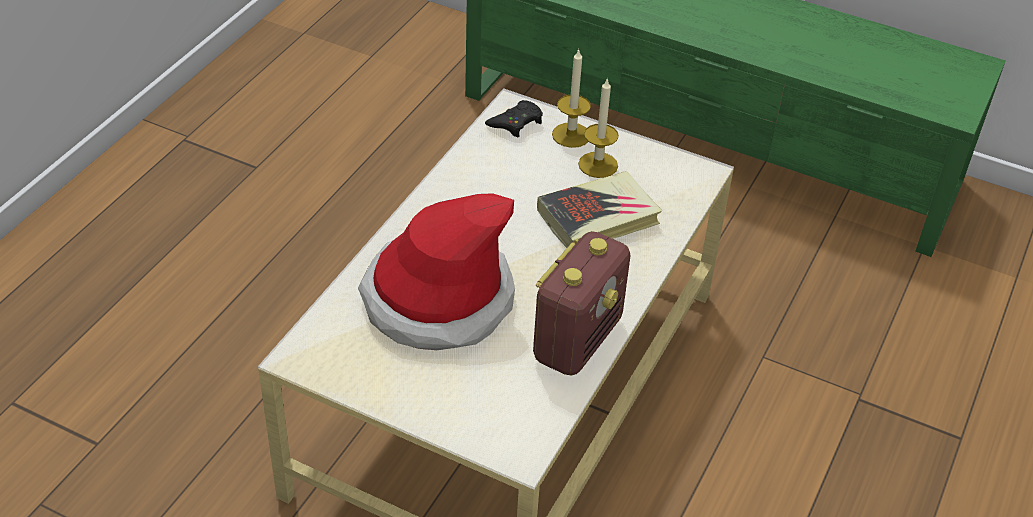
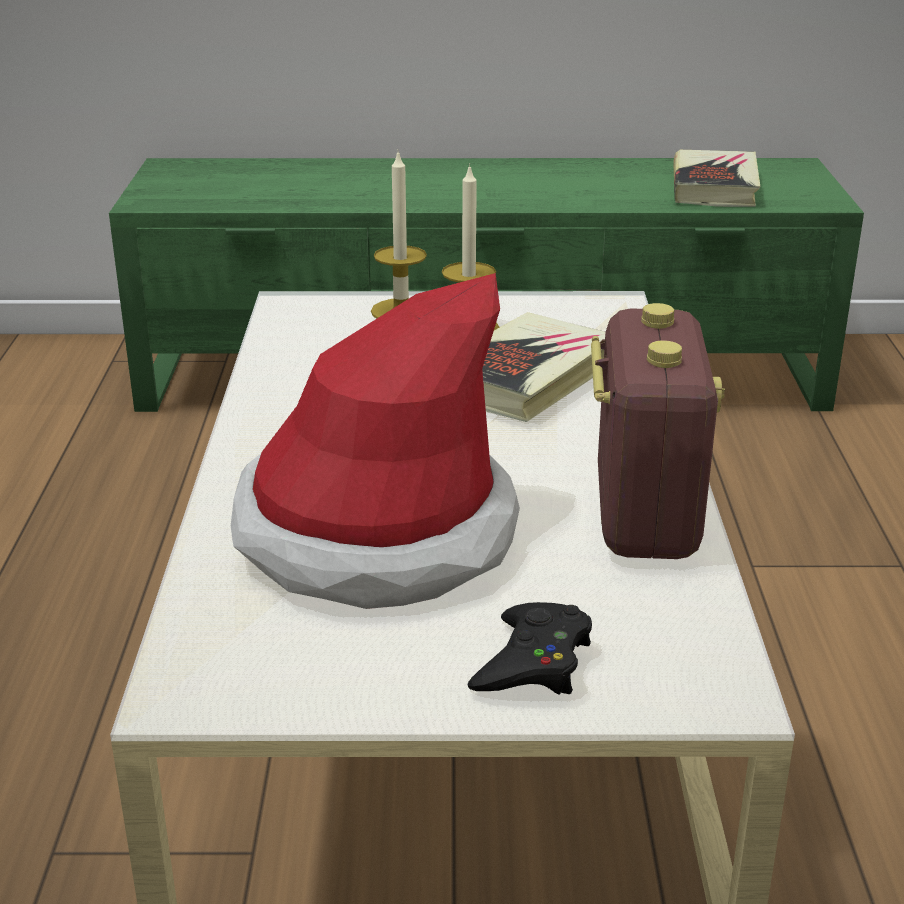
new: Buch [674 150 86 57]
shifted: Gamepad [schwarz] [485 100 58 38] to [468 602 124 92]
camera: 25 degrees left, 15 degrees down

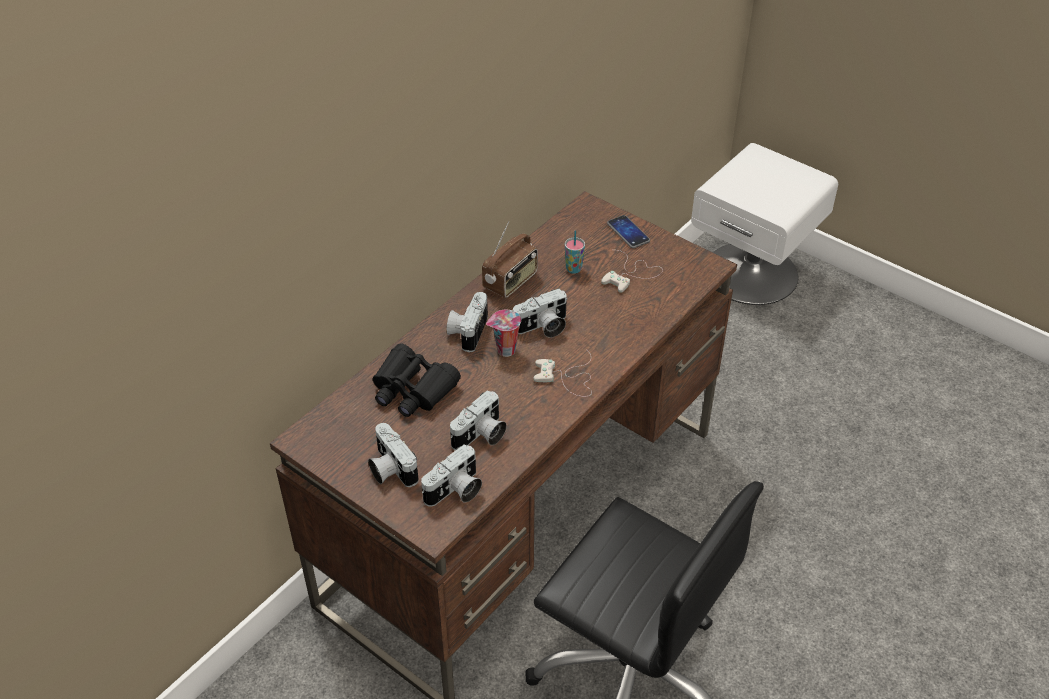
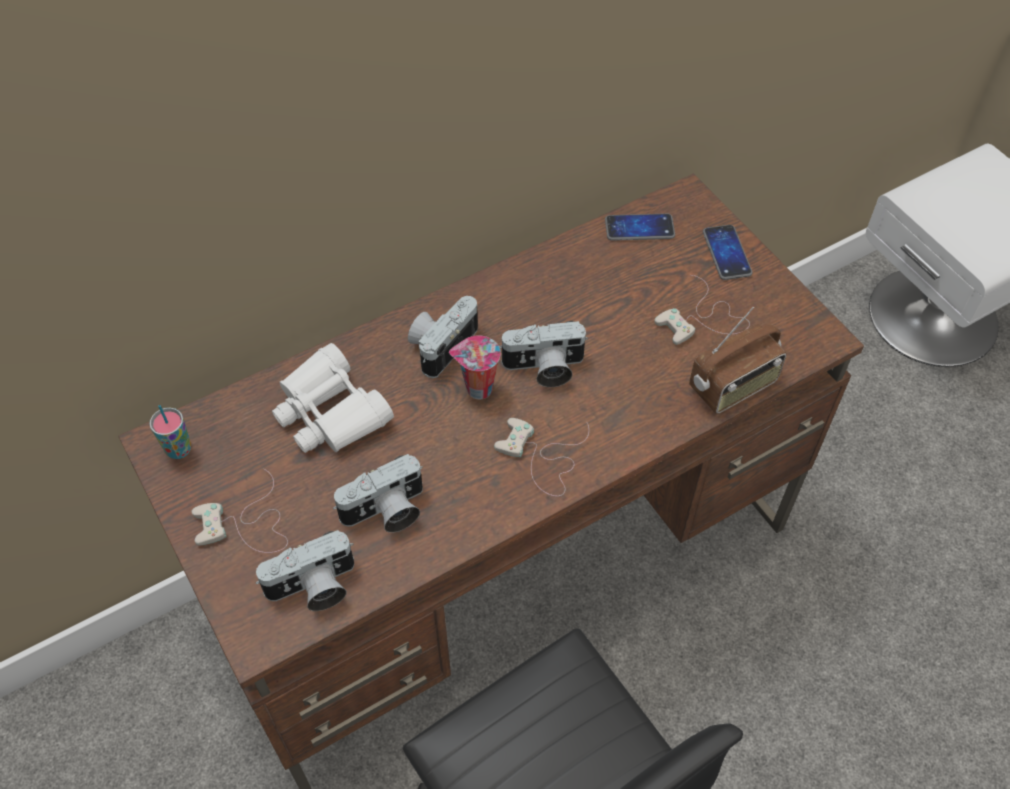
new: Handy [605 214 70 27]
shifted: Radio [482 221 56 77] to [689 307 98 107]; Tasse [565 230 20 44] to [150 405 41 54]
swapped: Kamera [368 423 51 64] to Gamepad [weiß] [192 469 96 84]
repainted: Fernglas [schwarz] [373 344 88 73] to Fernglas [weiß] [272 343 122 110]
camera: 20 degrees right, 10 degrees up

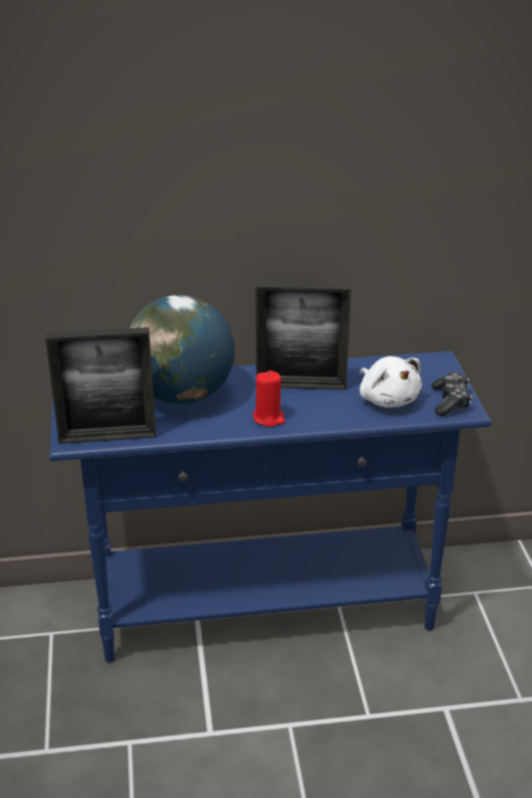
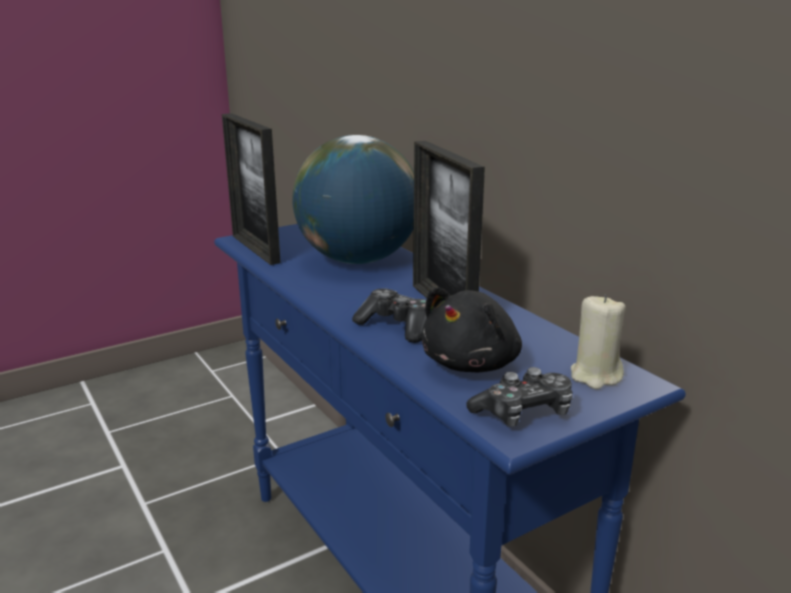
gone: Kerze [rot] [254 370 31 57]
new: Gamepad [352 288 75 55]; Kerze [beige] [571 295 55 94]
repainted: Plüschtier [weiß] [360 356 62 52] to Plüschtier [schwarz] [421 287 101 85]
camera: 65 degrees right, 10 degrees down

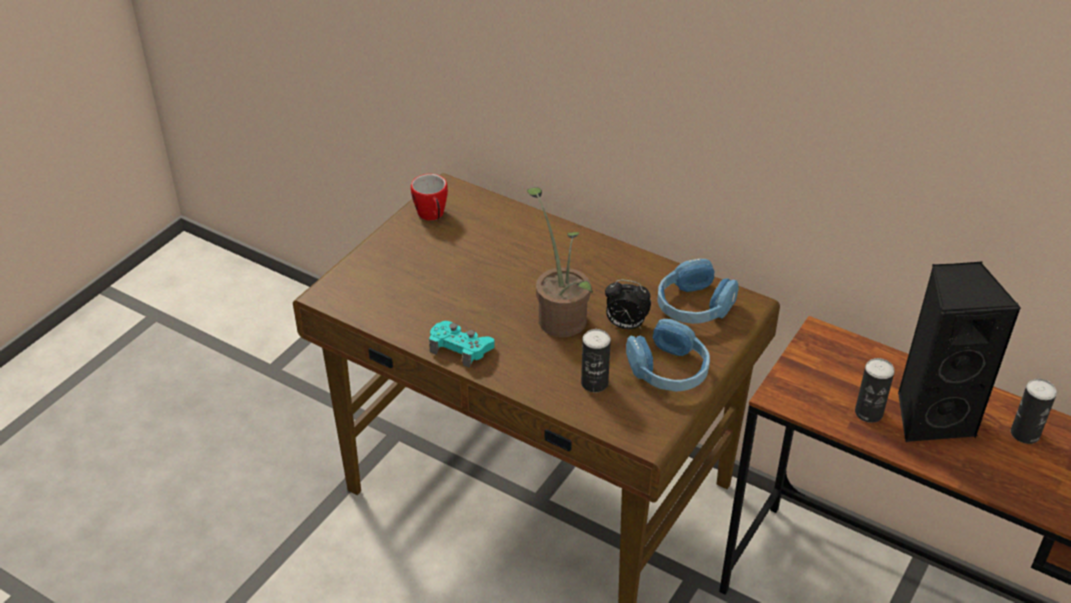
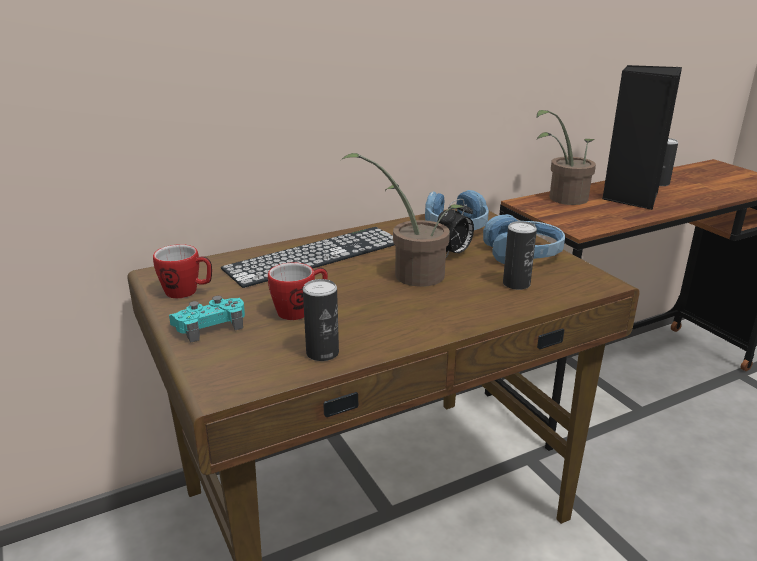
new: Topfpflanze [537 110 59 95]; Tastatur [221 227 174 61]; Henkelbecher [268 263 60 57]
shifted: Gamepad [türkis] [429 321 66 47] to [169 296 76 47]; Dose [855 358 40 65] to [303 279 36 82]
camera: 60 degrees left, 15 degrees down

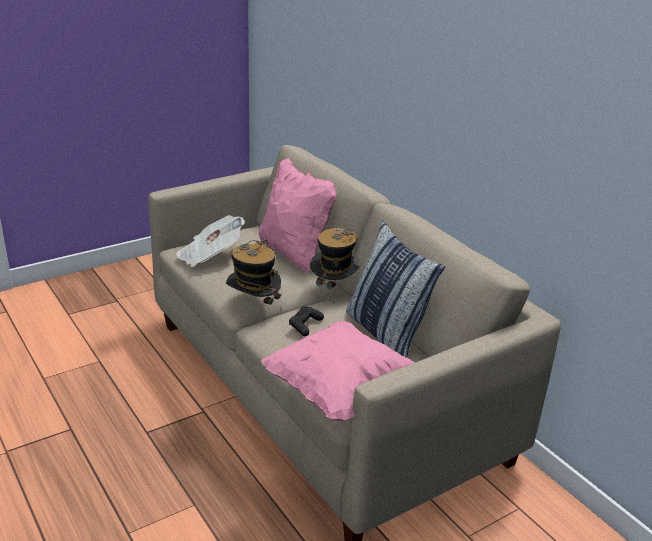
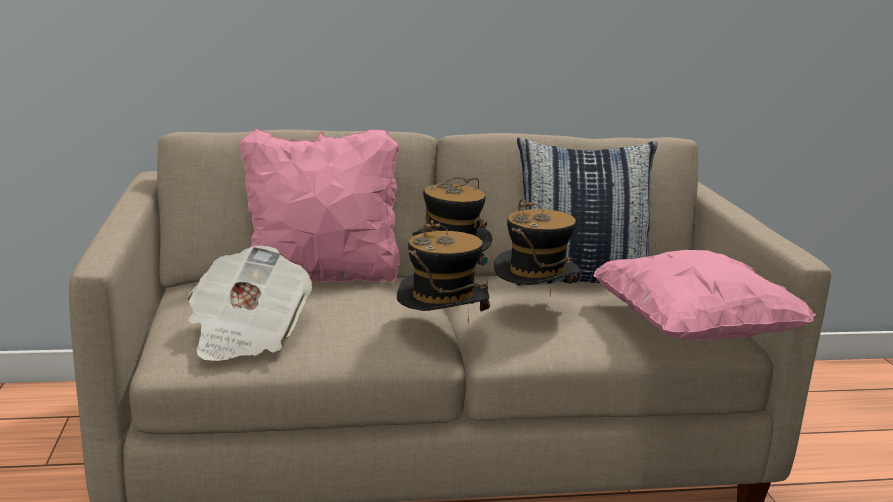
swapped: Gamepad [schwarz] [289 306 35 30] to Hut [494 199 88 97]
camera: 65 degrees left, 10 degrees down

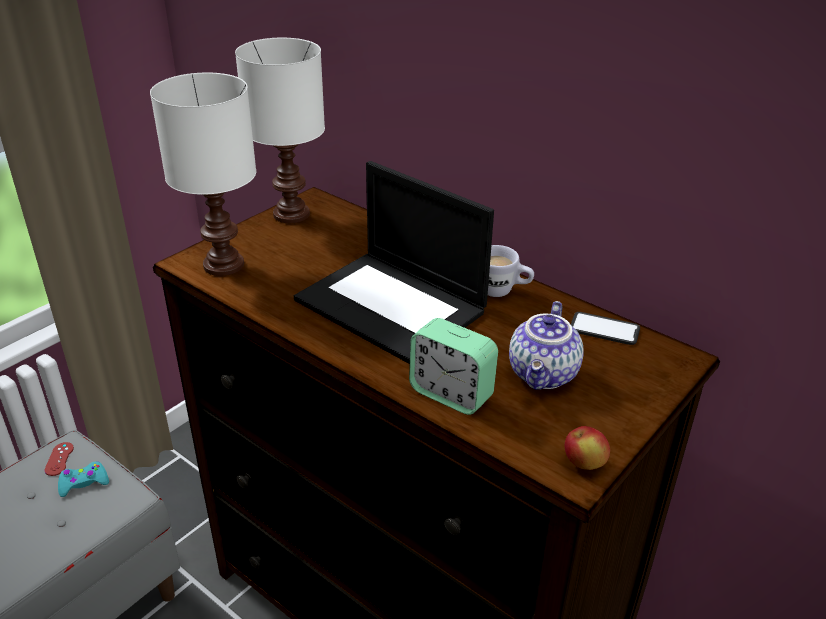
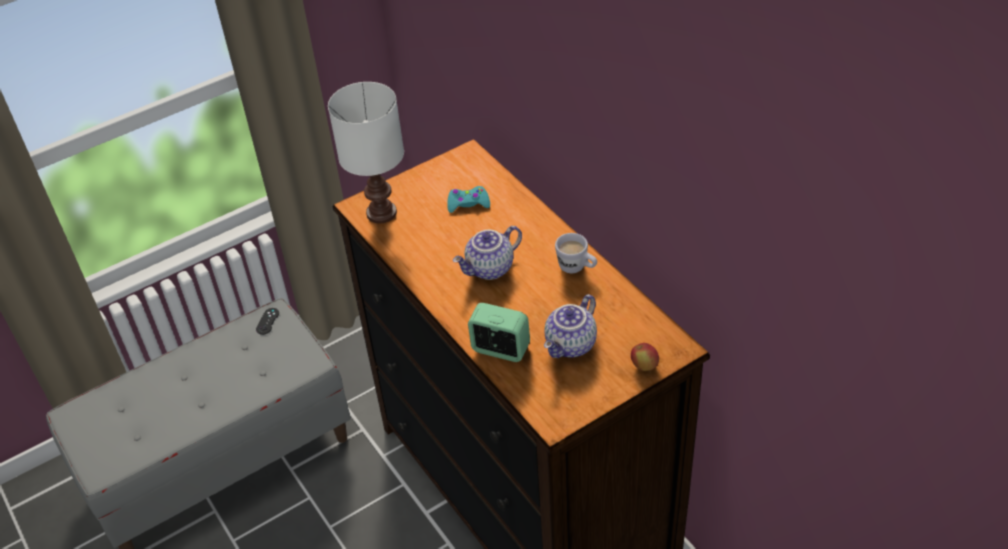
gone: Tischlampe [weiß] [235 38 90 185]; Handy [571 312 69 33]
shifted: Apfel [564 426 46 44] to [631 343 28 28]; Gamepad [türkis] [58 461 51 36] to [447 186 43 27]
swapped: Laptop [294 161 200 203] to Teekanne [453 226 69 54]
repainted: Gamepad [rot] [44 442 30 34] to Gamepad [schwarz] [256 308 23 27]
rotated: Wecker [409 318 89 97] = [468 303 62 59] 150 degrees clockwise
camera: 20 degrees right, 10 degrees up

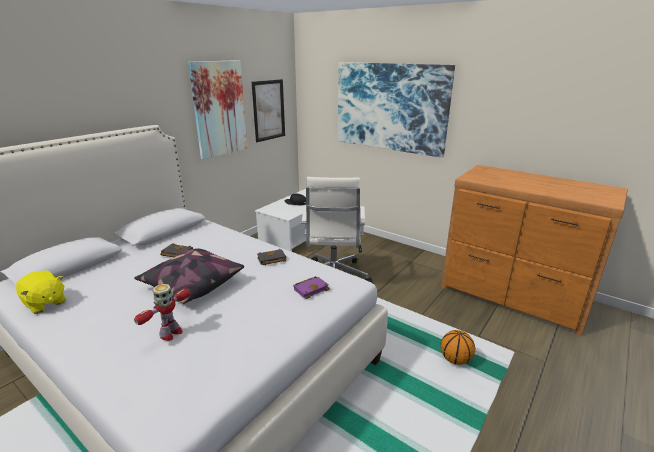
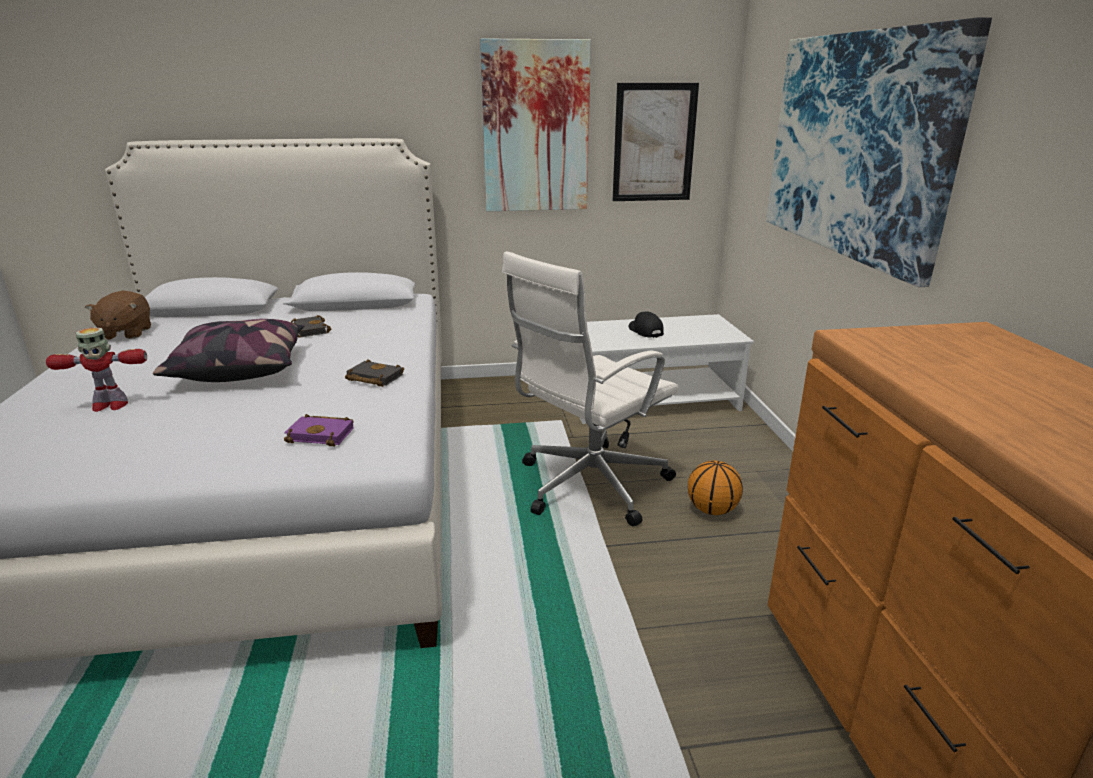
shifted: Basketball [440 330 35 35] to [688 460 55 55]
repainted: Plüschtier [gelb] [16 271 50 43] to Plüschtier [braun] [85 291 66 49]
camera: 45 degrees right, 0 degrees up

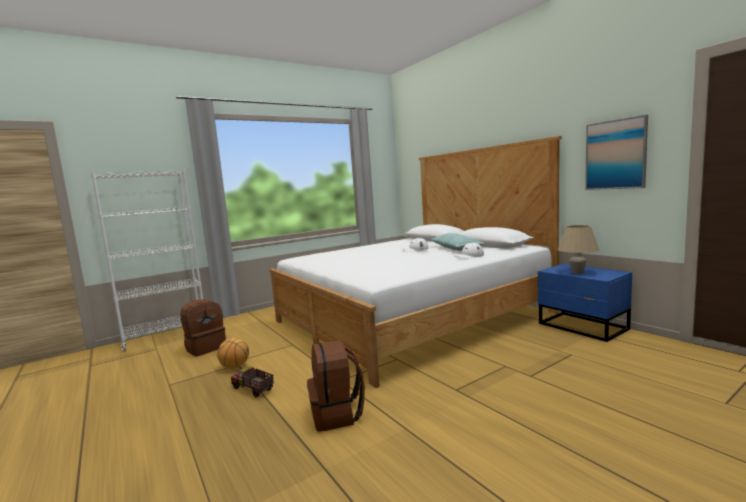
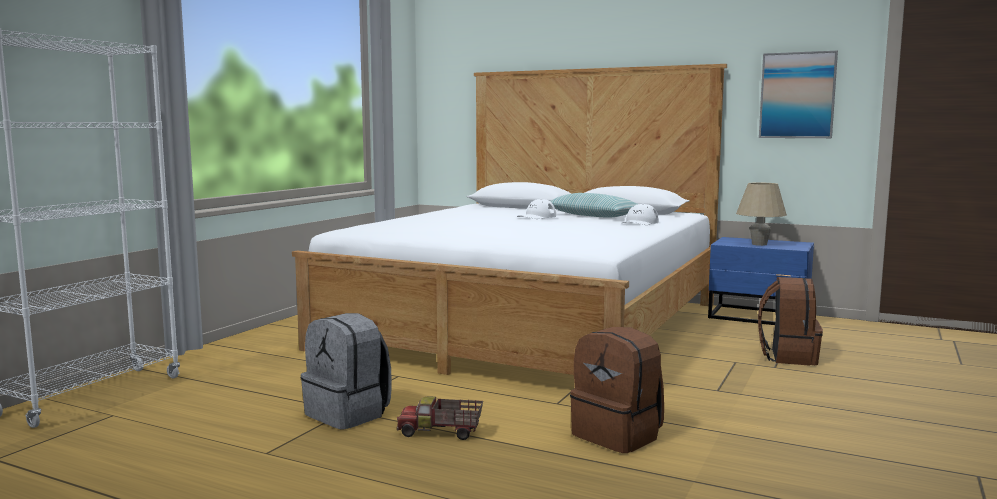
shifted: Rucksack [braun] [180 299 46 58] to [758 277 65 89]
swapped: Basketball [217 338 32 30] to Rucksack [grau] [301 313 91 117]
camera: 30 degrees left, 0 degrees up

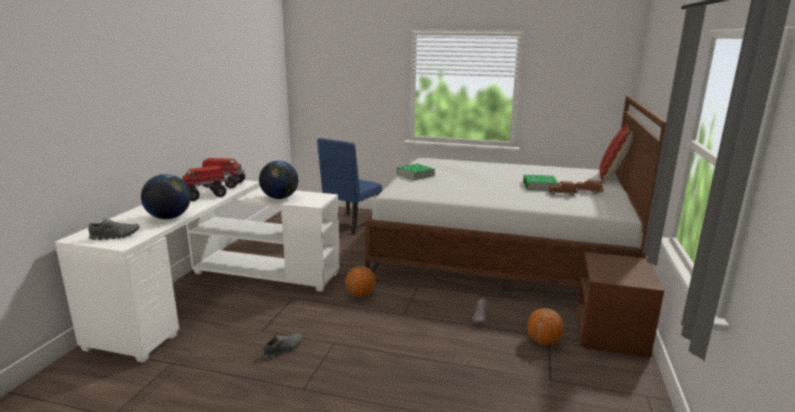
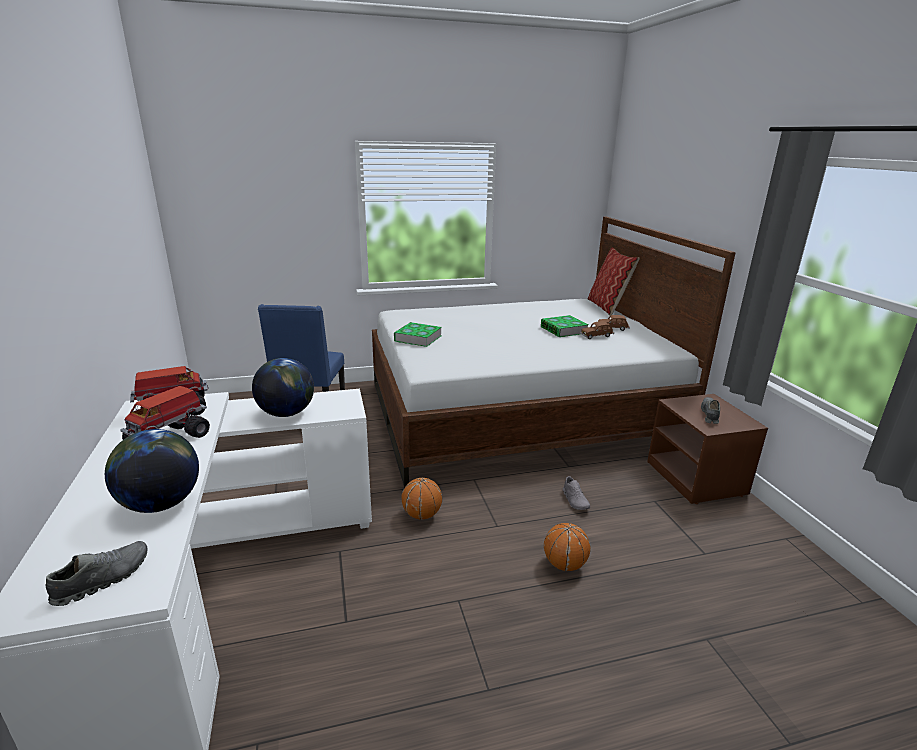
shifted: Basketball [527 308 37 37] to [544 523 47 48]; Schuh [grau] [263 333 39 25] to [701 397 19 27]
camera: 30 degrees left, 5 degrees up

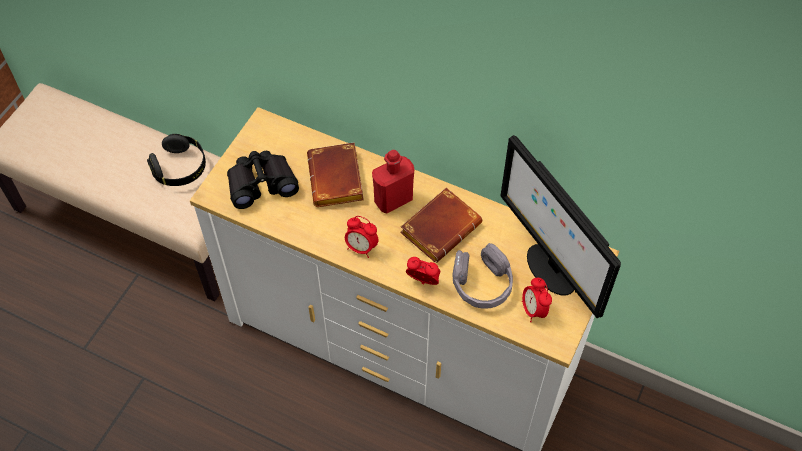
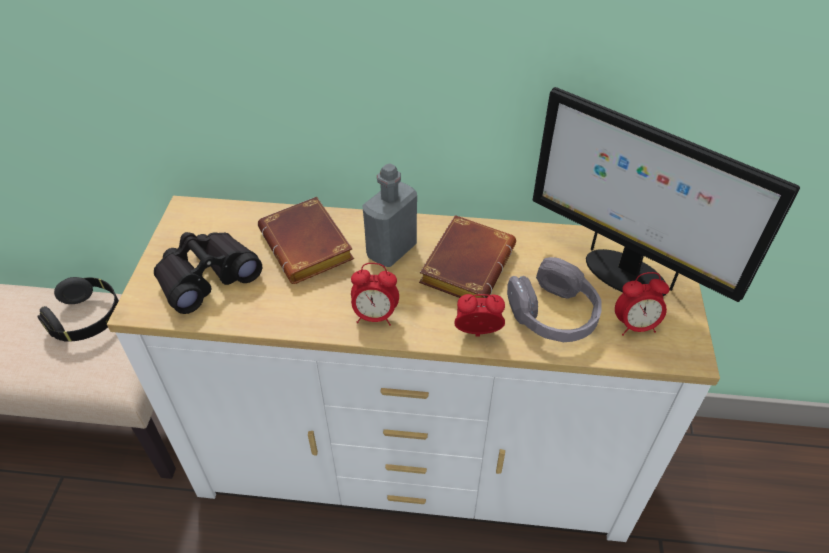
repainted: Flasche [rot] [372 150 43 64] to Flasche [grau] [362 163 55 104]
rotated: Wecker [522 278 30 44] = [615 272 55 64] 60 degrees counterclockwise
camera: 20 degrees left, 10 degrees down

